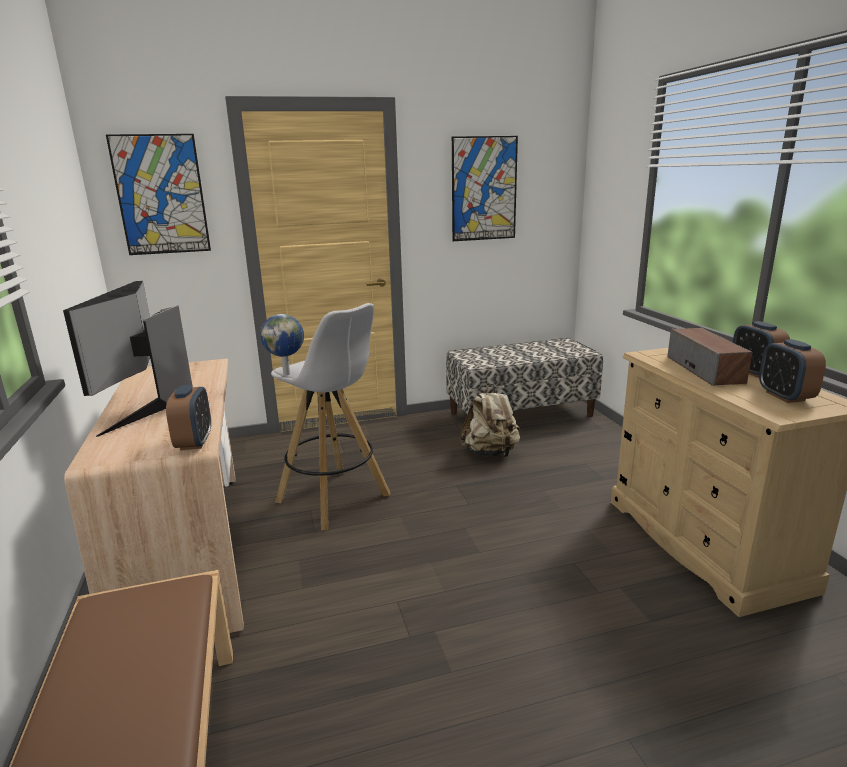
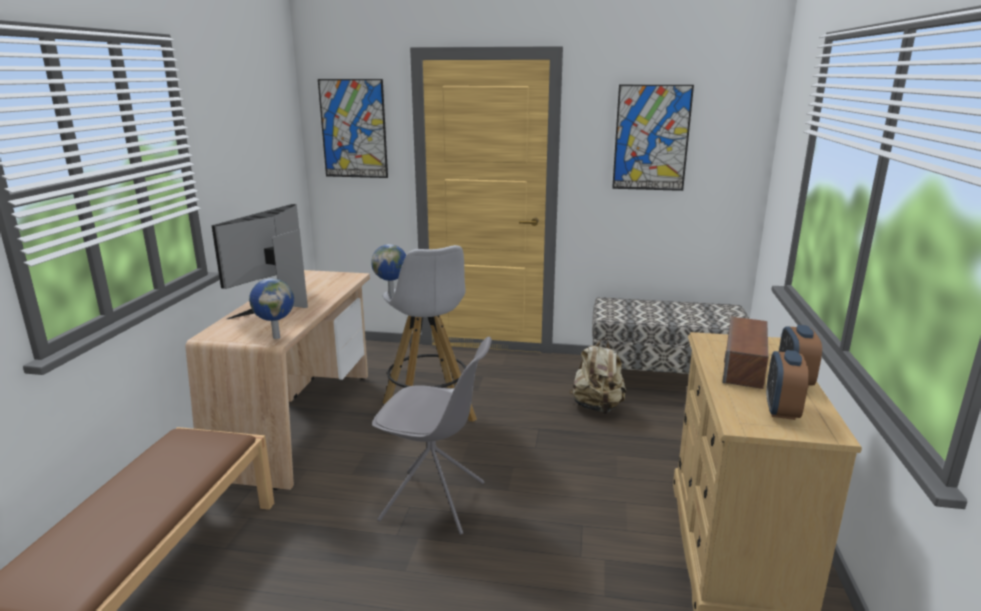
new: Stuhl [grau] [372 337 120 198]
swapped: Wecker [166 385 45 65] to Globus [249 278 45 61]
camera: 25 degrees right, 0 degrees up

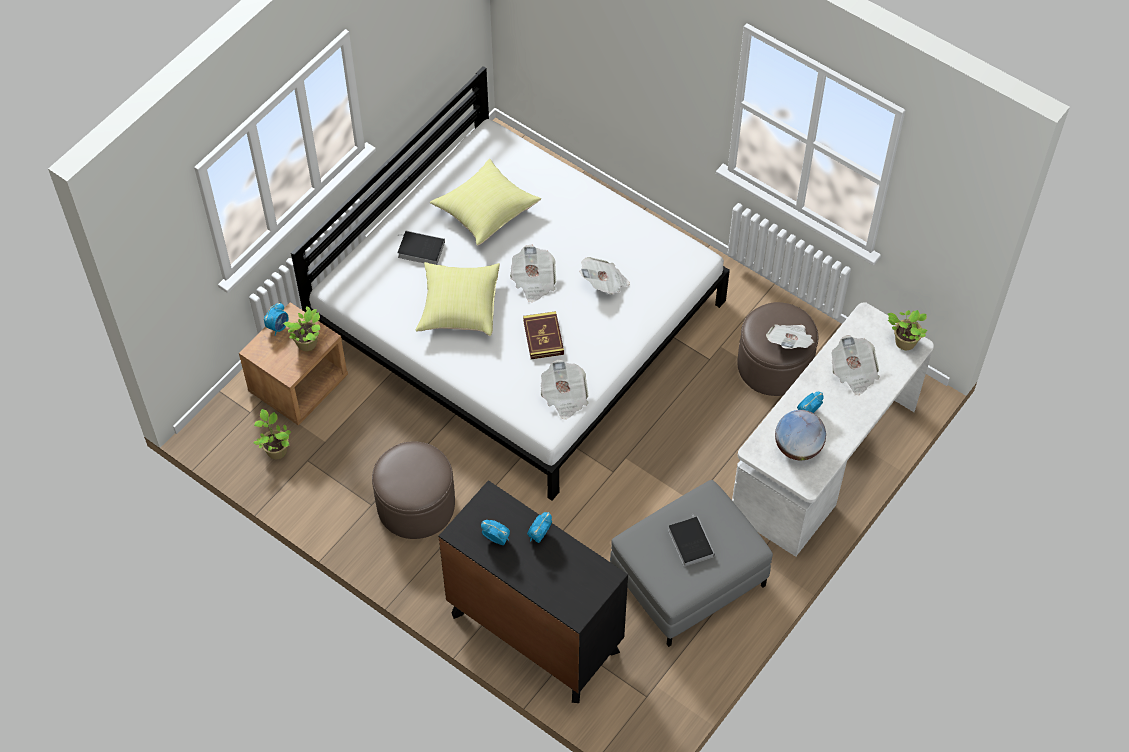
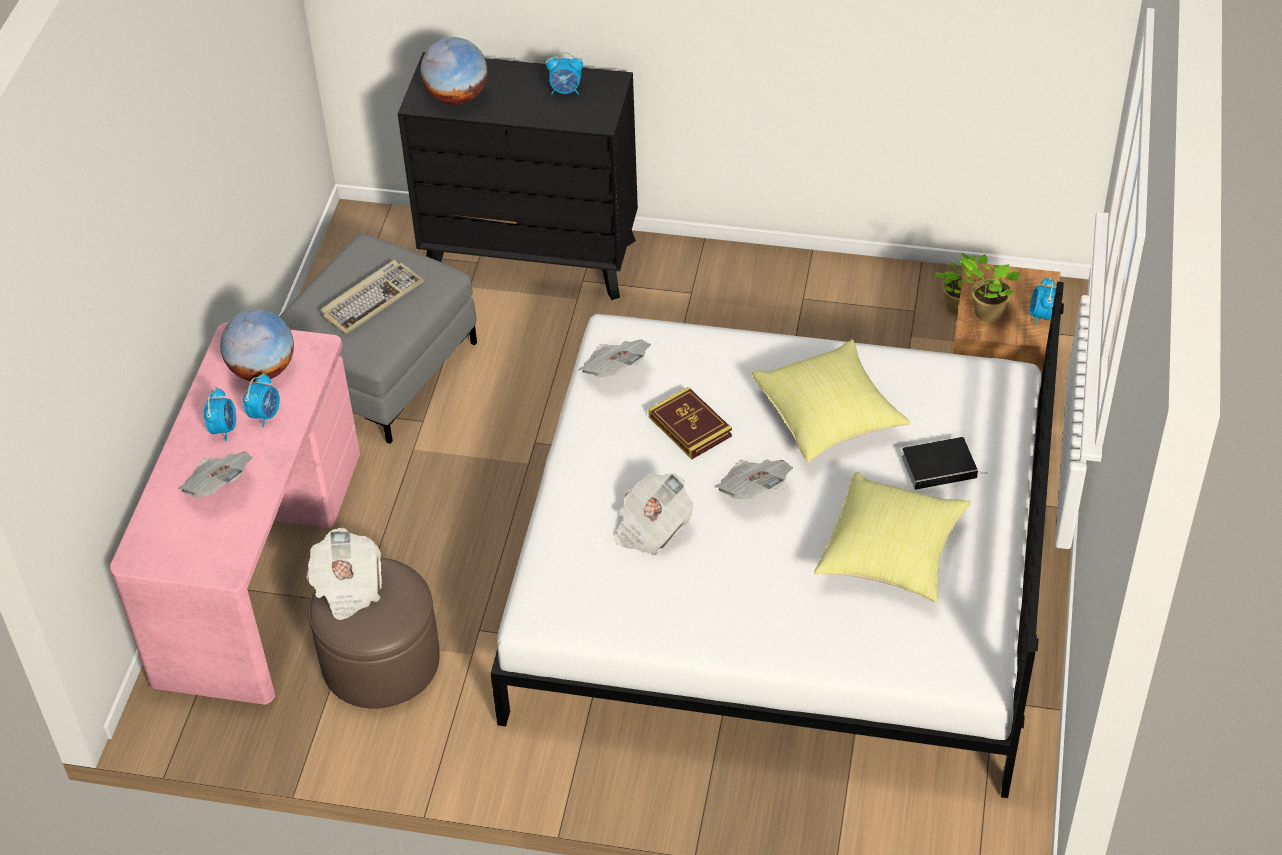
gone: Topfpflanze [887 310 40 40]; Polsterhocker [braun] [372 441 83 98]
new: Globus [421 37 67 68]
shifted: Wecker [527 512 25 31] to [204 387 32 54]
swapped: Buch [668 514 47 53] to Tastatur [321 260 103 75]
repainted: Schreibtisch [weiß] [732 302 202 255] to Schreibtisch [rosa] [110 322 250 383]
camera: 155 degrees right, 10 degrees down

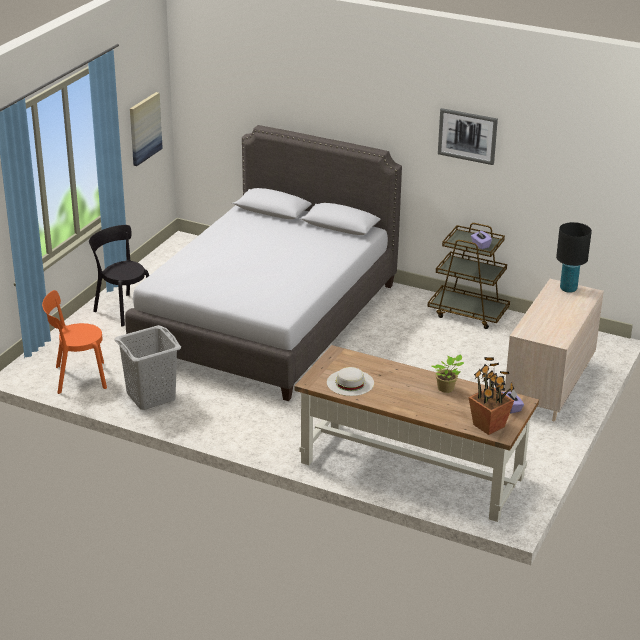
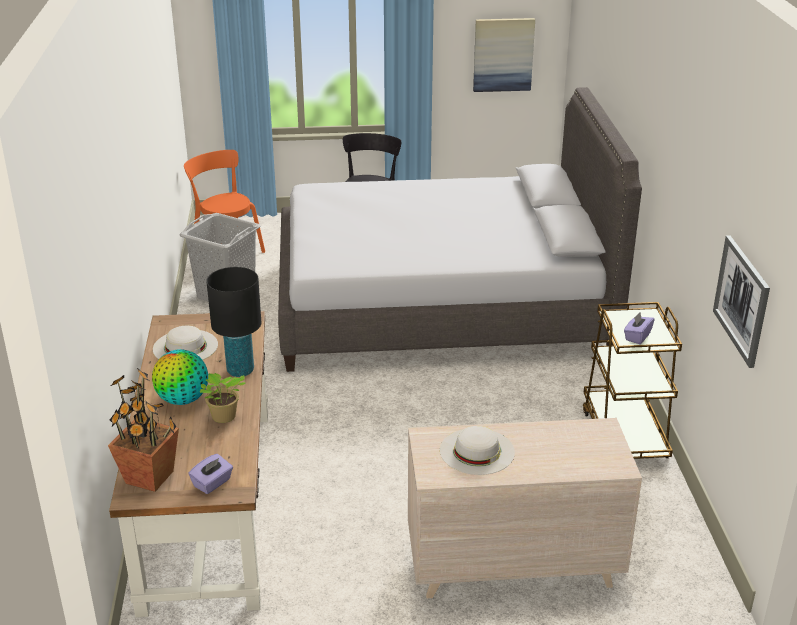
new: Globus [152 349 56 56]; Hut [weiß] [440 426 75 49]
shifted: Bild [438 108 60 57] to [713 235 57 133]; Tischlampe [schwarz] [556 222 36 71] to [206 267 55 110]
camera: 60 degrees right, 0 degrees up

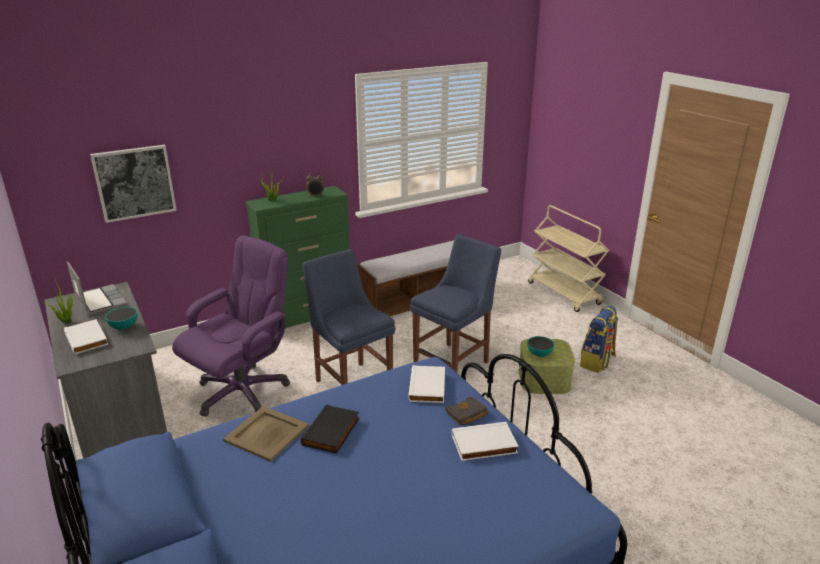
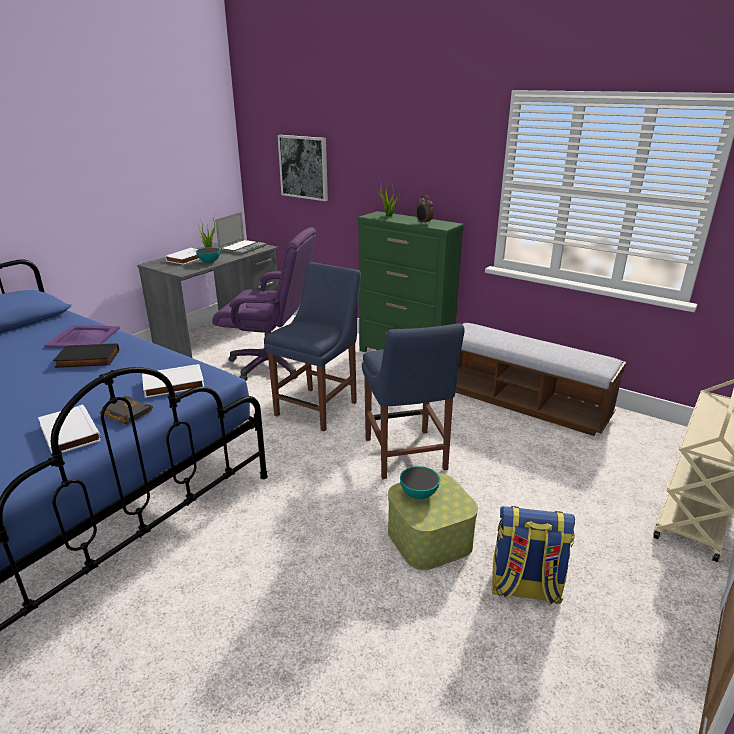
repainted: Tablett [beige] [223 406 86 56] to Tablett [lila] [44 325 76 23]
rotated: Stuhl [blau] [410 234 91 138] = [362 323 103 156] 60 degrees clockwise
camera: 65 degrees right, 0 degrees up

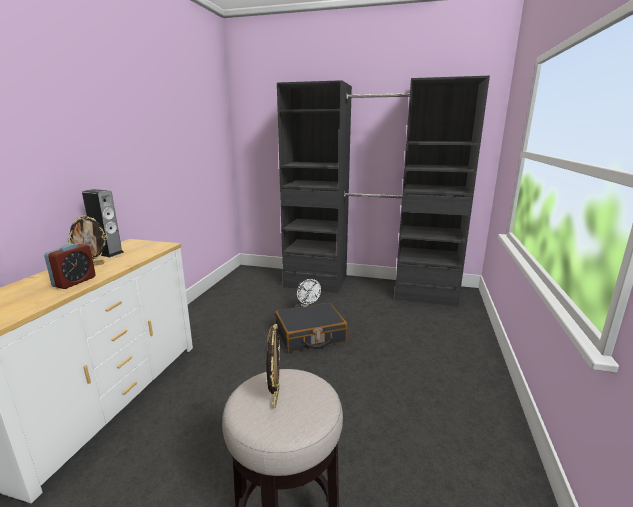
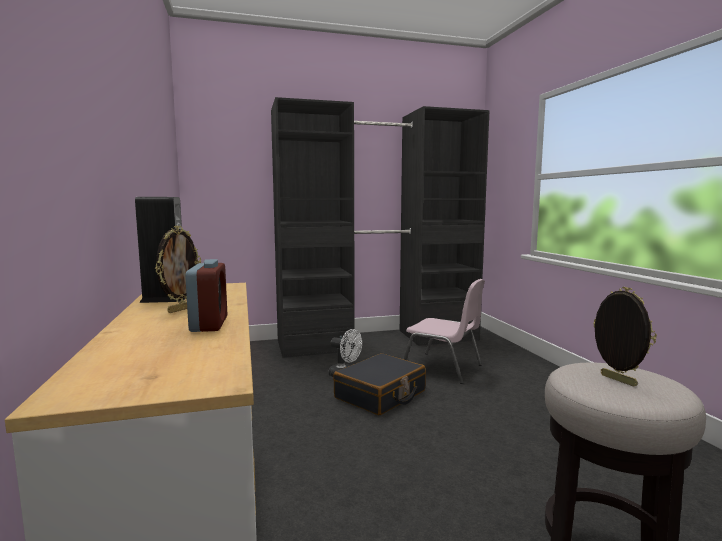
new: Stuhl [rosa] [403 279 82 105]
camera: 30 degrees left, 10 degrees down

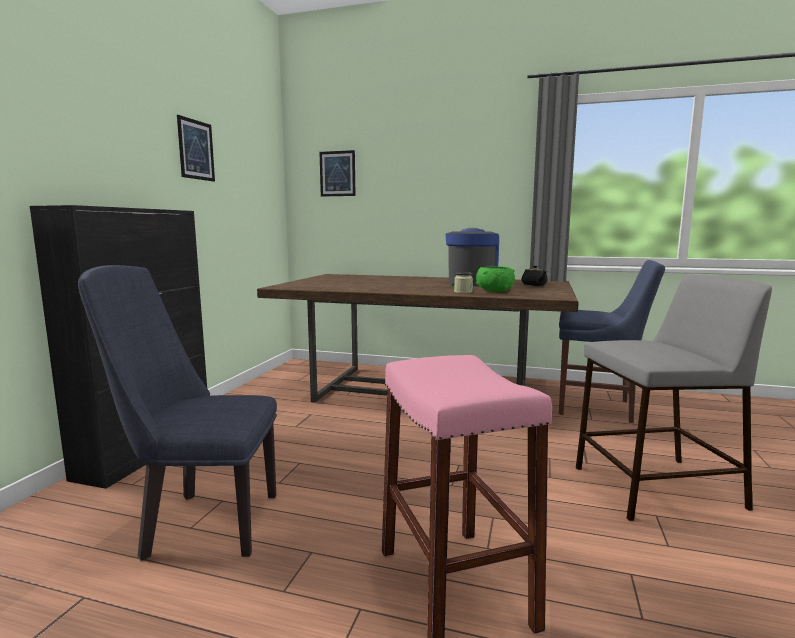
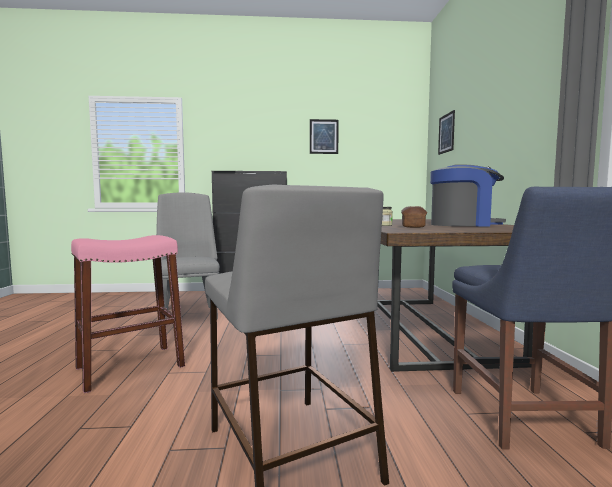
gone: Teekanne [schwarz] [521 265 27 21]
swapped: Schüssel [grün] [476 266 39 26] to Brot [401 206 26 22]
repainted: Stuhl [blau] [78 265 199 296] to Stuhl [grau] [156 192 64 127]
camera: 70 degrees right, 5 degrees down

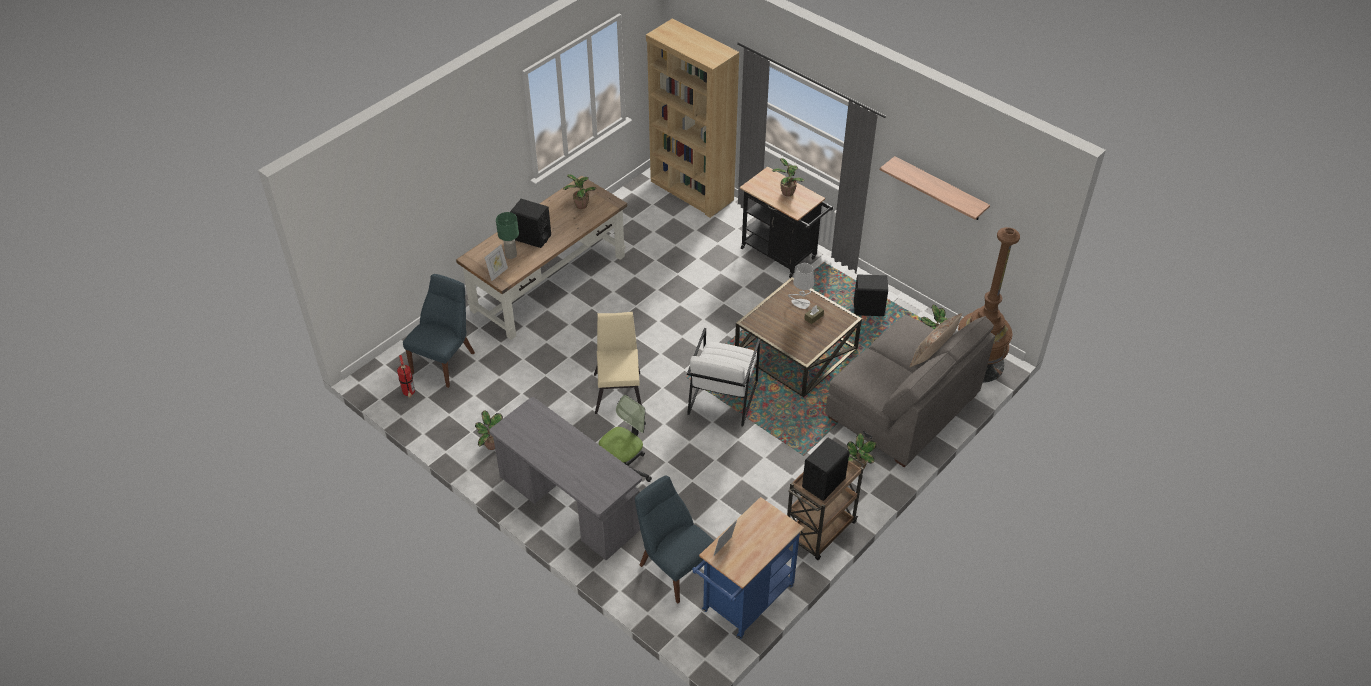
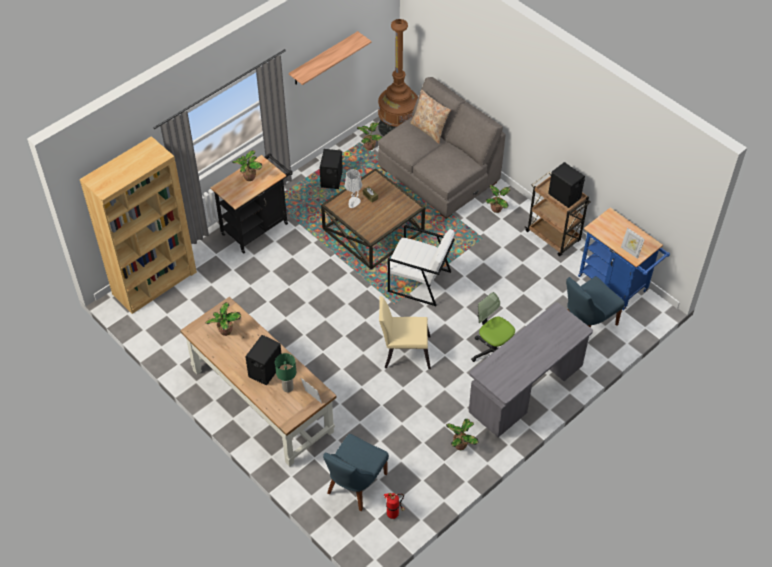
rotated: Stuhl [blau] [403 274 72 114] = [323 434 66 77] 90 degrees counterclockwise
camera: 85 degrees left, 5 degrees up

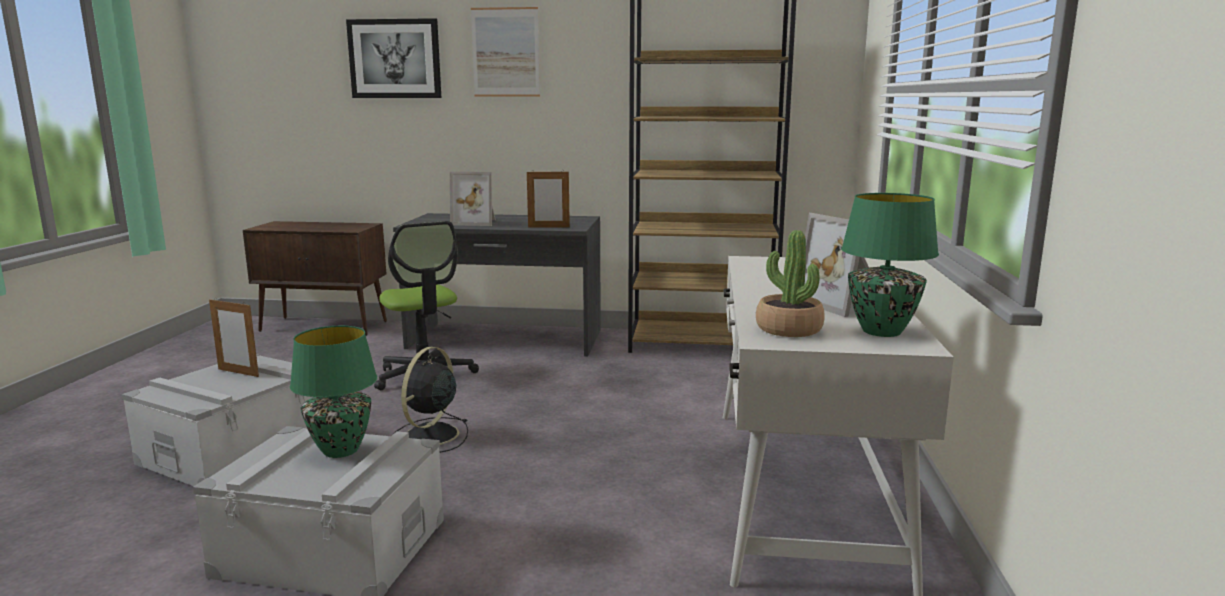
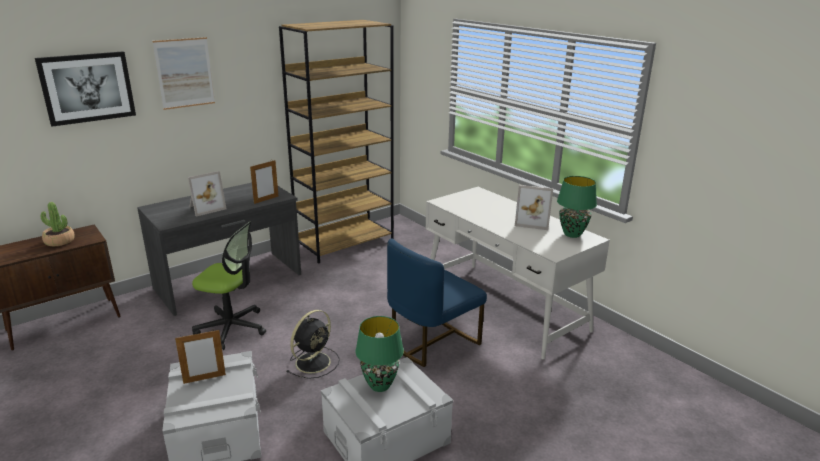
new: Stuhl [blau] [387 239 100 128]
shifted: Topfpflanze [756 230 69 107] to [41 202 34 44]
rotated: Ventilator [schwarz] [393 347 75 106] = [286 310 54 69] 120 degrees counterclockwise
camera: 45 degrees left, 10 degrees up

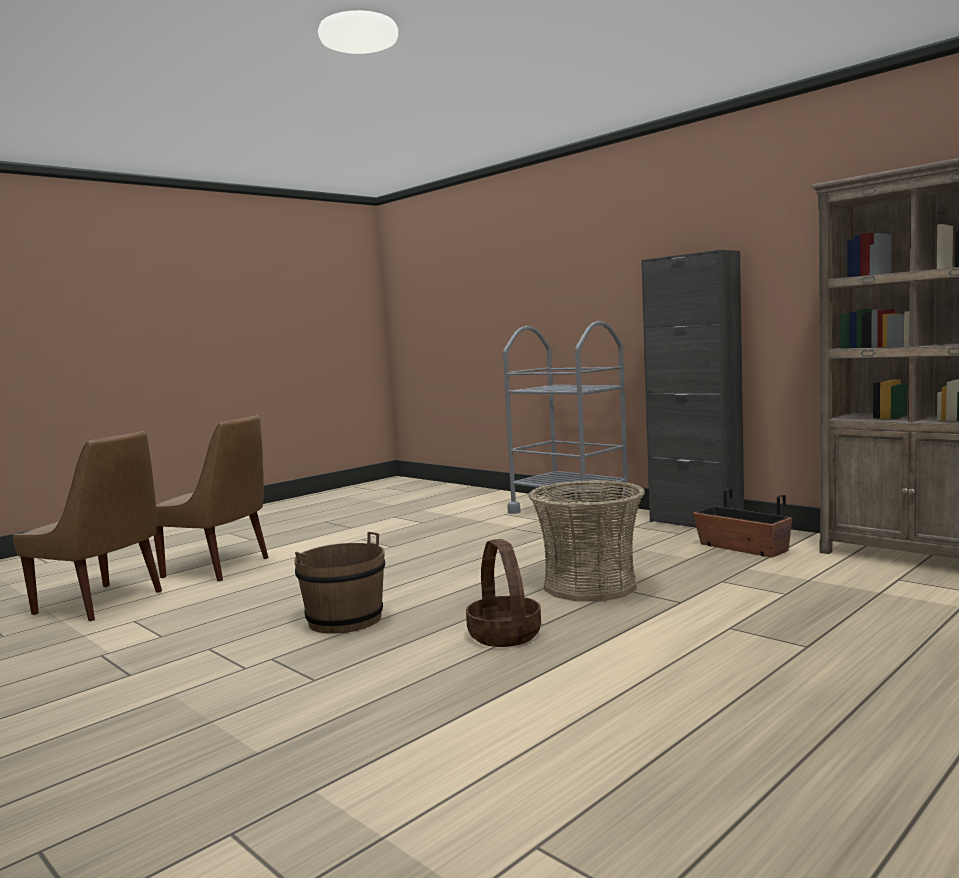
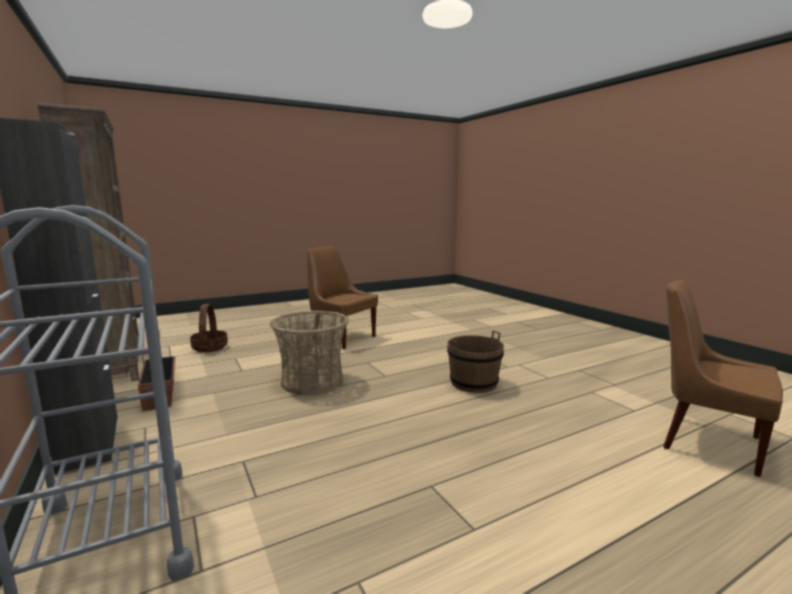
shifted: Stuhl [braun] [153 415 115 167] to [307 246 71 103]; Korb [466 539 75 108] to [190 304 38 48]
camera: 165 degrees left, 5 degrees up

